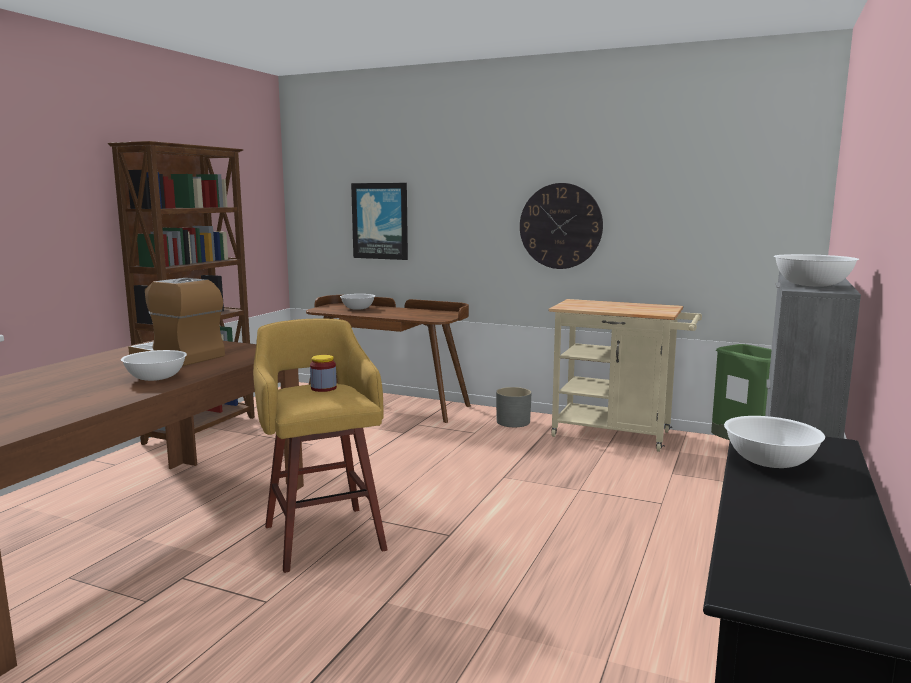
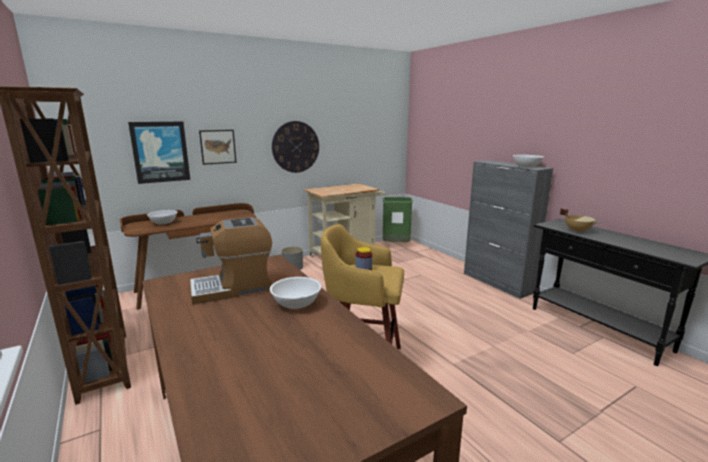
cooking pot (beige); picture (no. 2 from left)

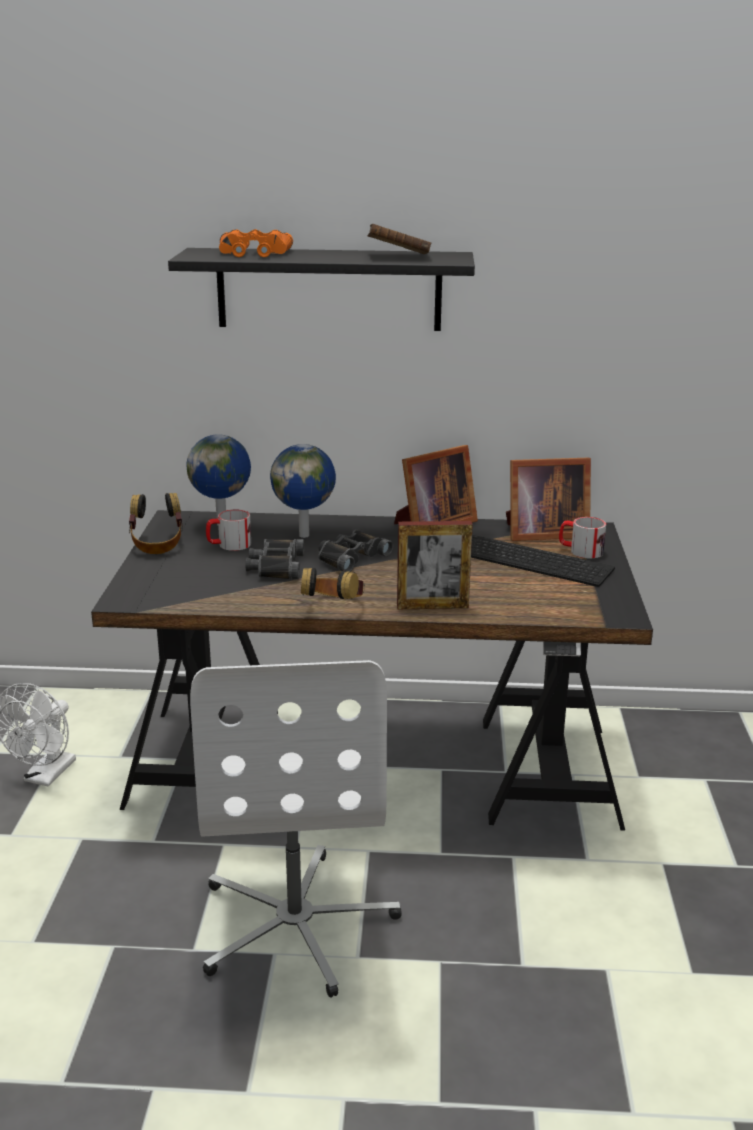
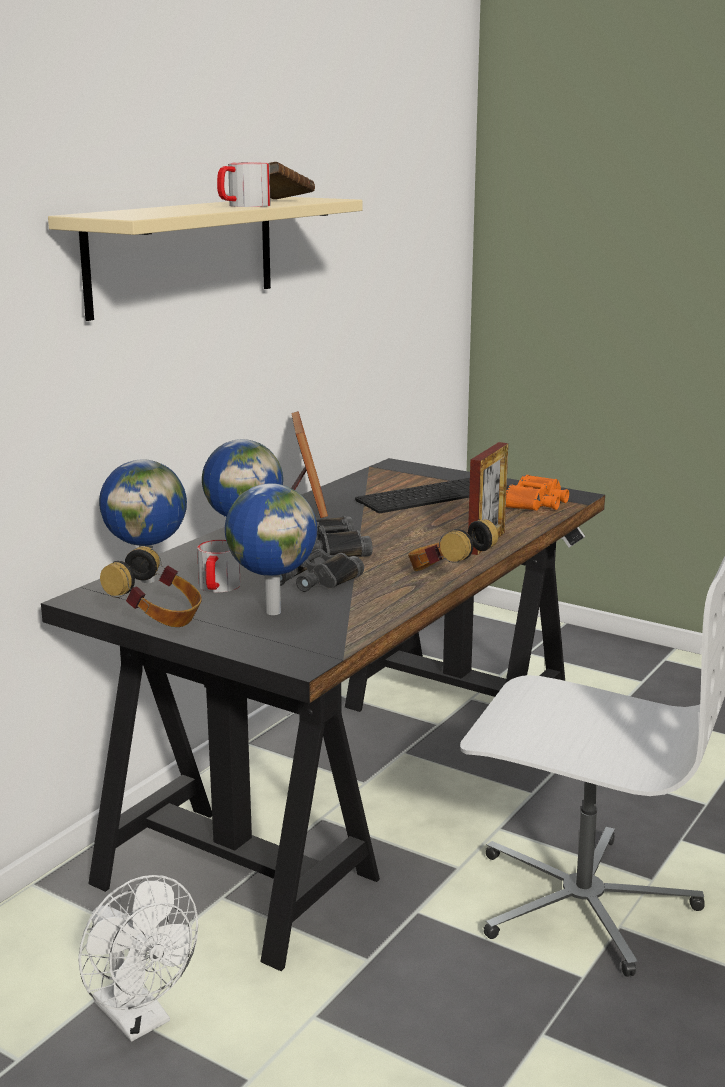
shelf (beige); binoculars (orange); picture frame (no. 3 from left in the first image); mug (no. 2 from left); globe (no. 3 from left)

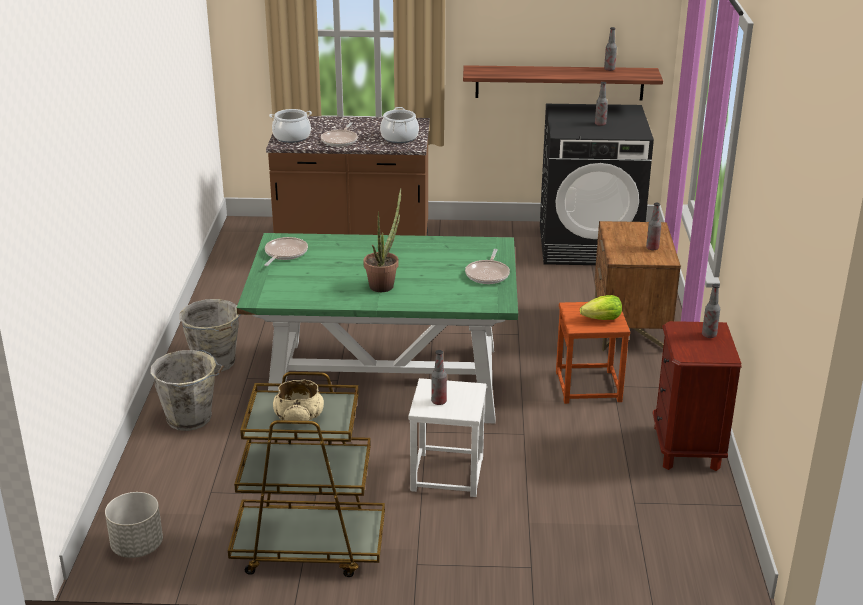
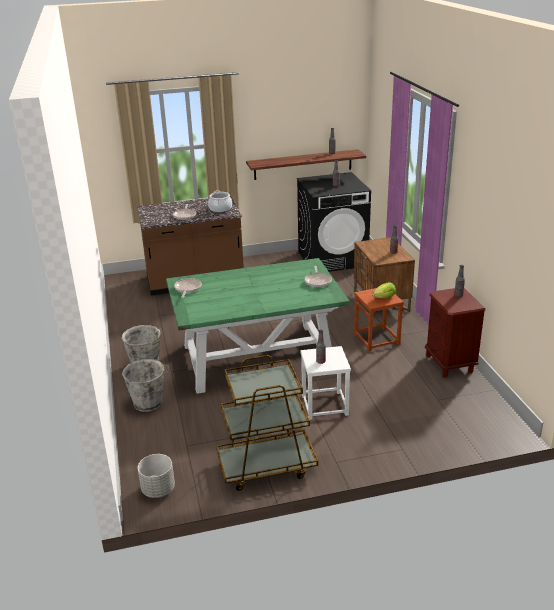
cooking pot (no. 1 from left in the first image); bowl (beige); potted plant

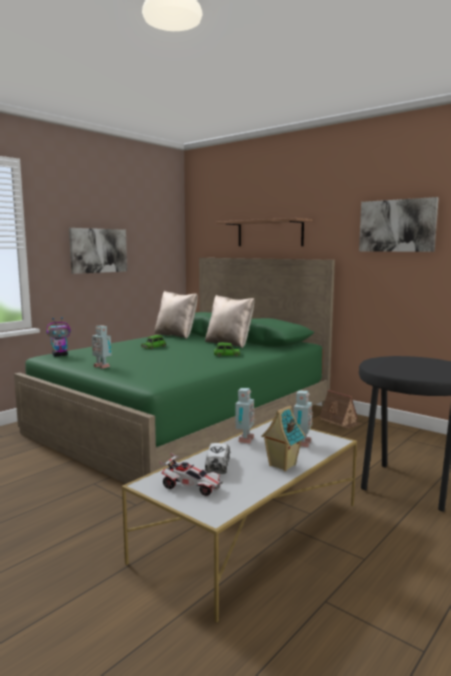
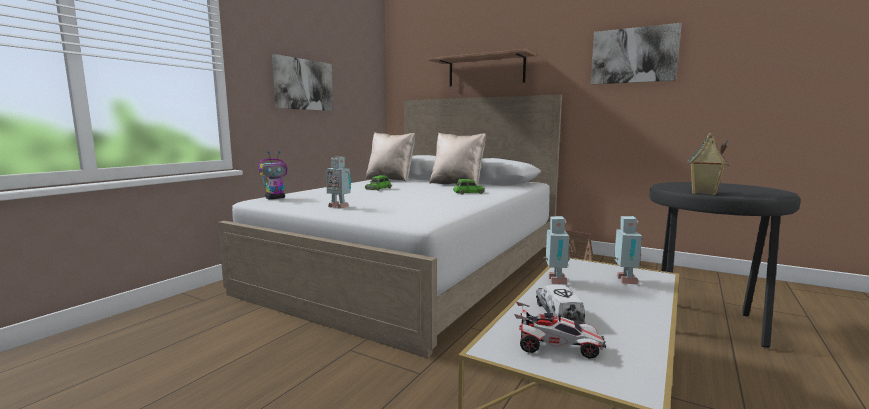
bed (white); toy house (no. 2 from left)

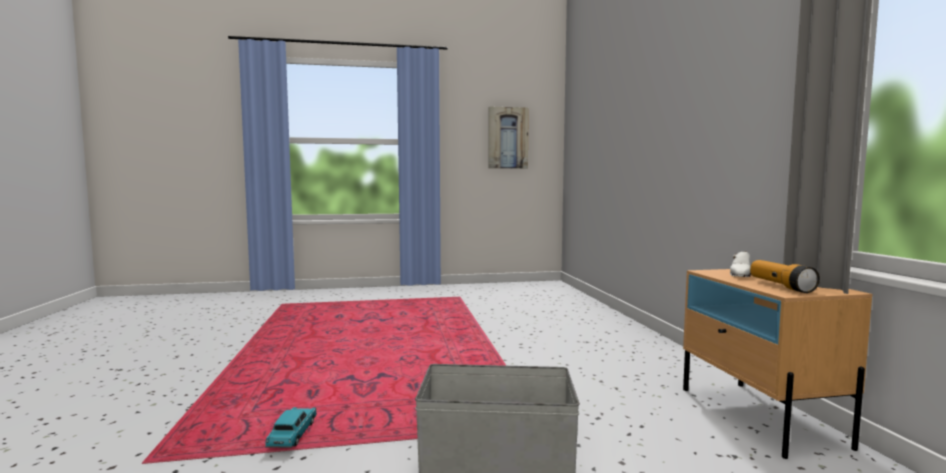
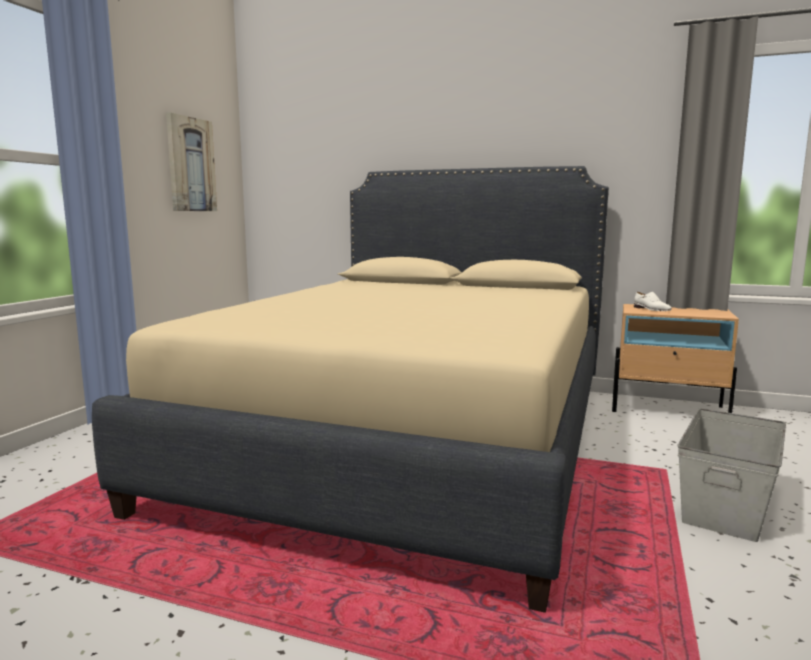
toy car (turquoise); flashlight; bed (beige)

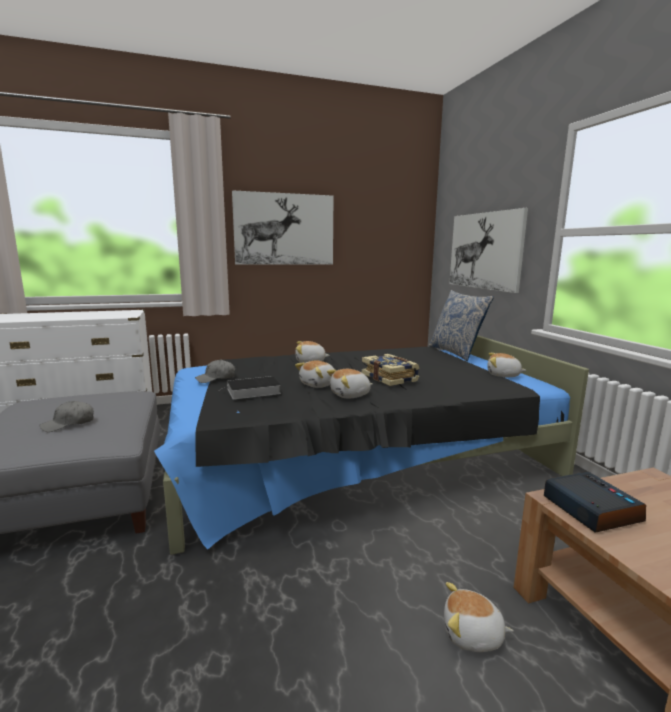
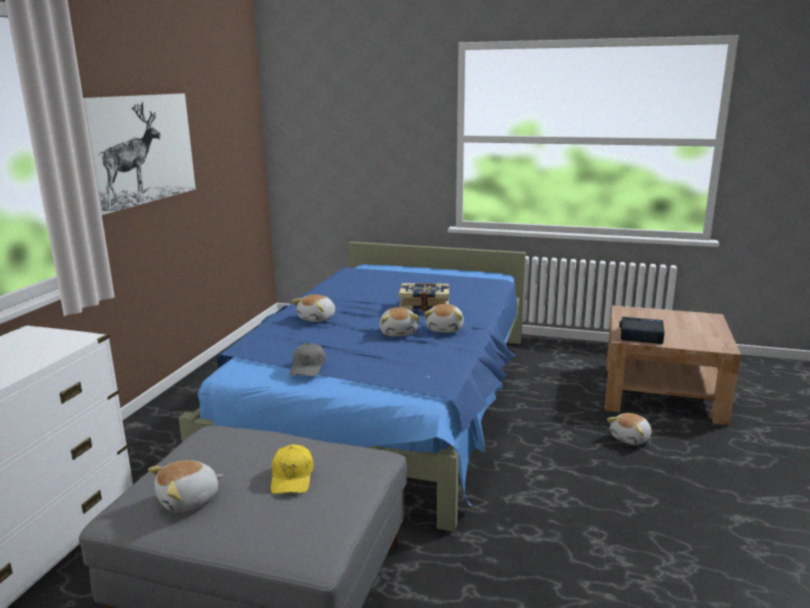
cap (yellow); bed (blue); book (no. 1 from left in the first image); pillow; picture (no. 2 from left in the first image); plush toy (no. 1 from left)

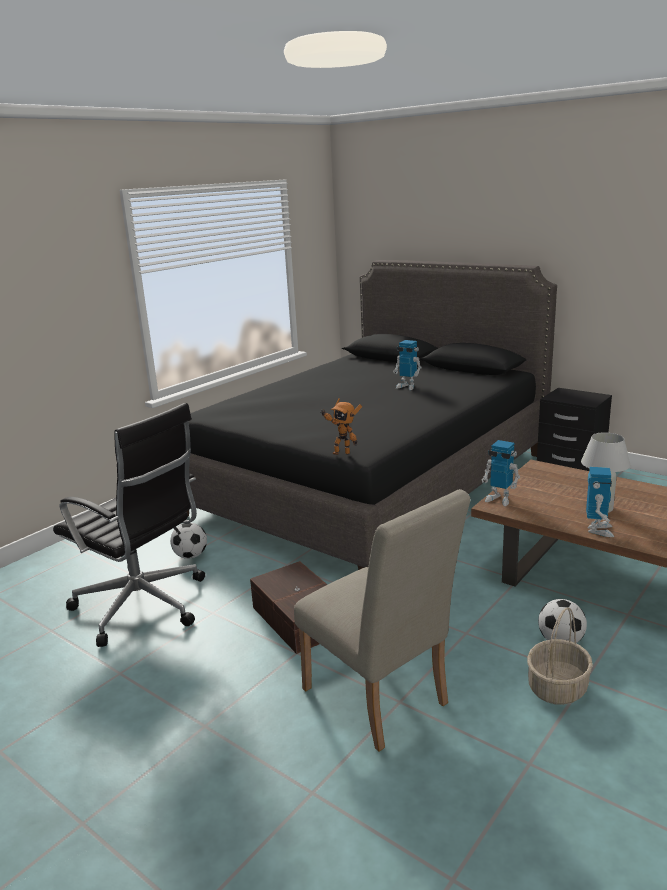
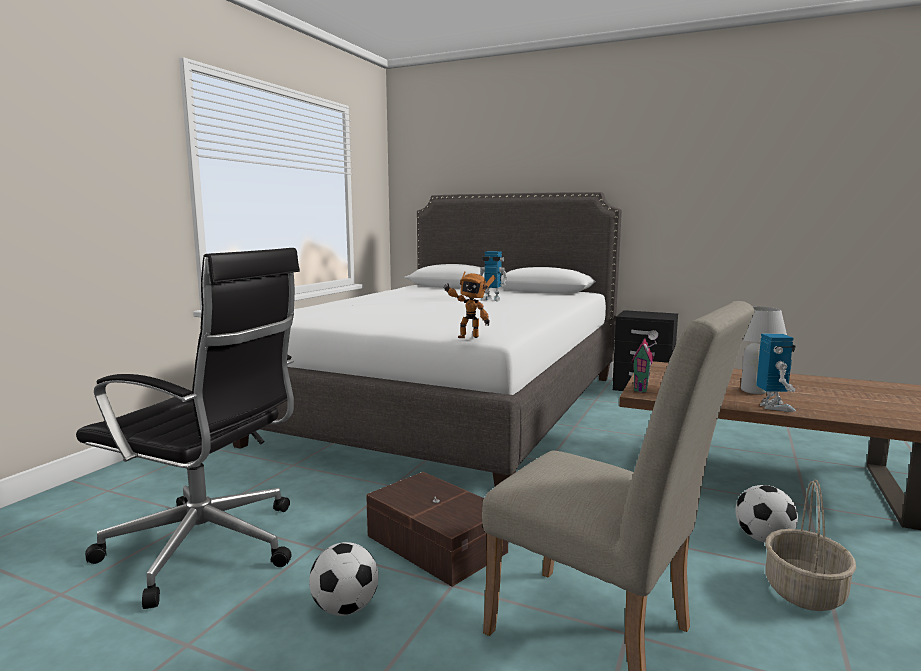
football (no. 1 from left); bed (white); toy house

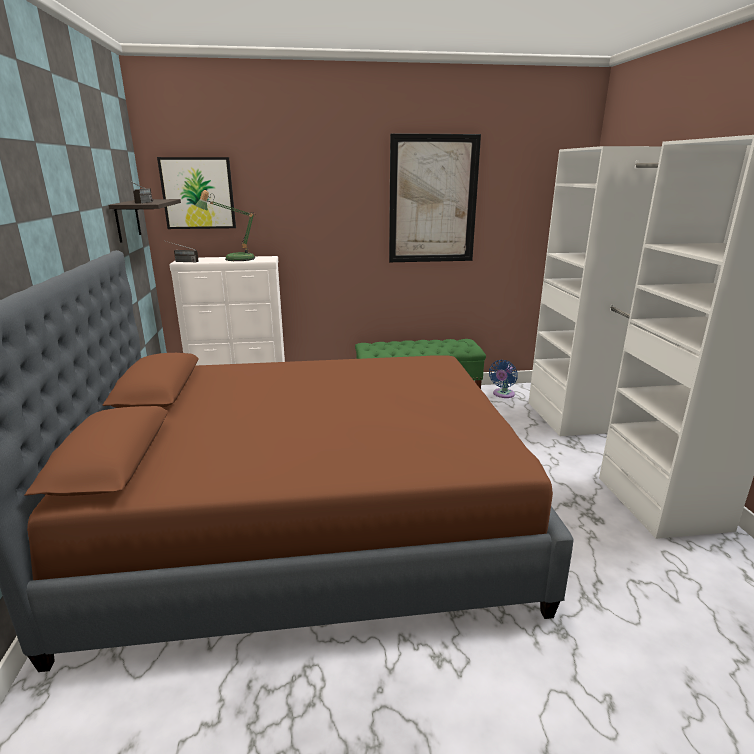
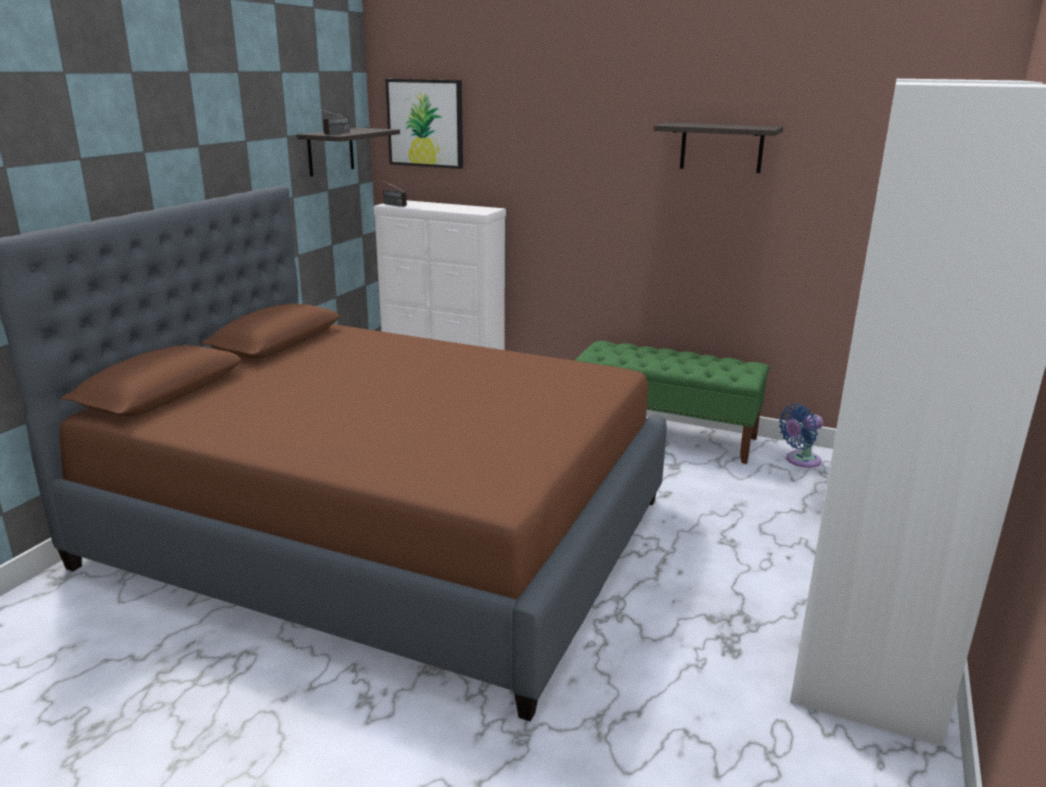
table lamp; shelf (no. 2 from left)

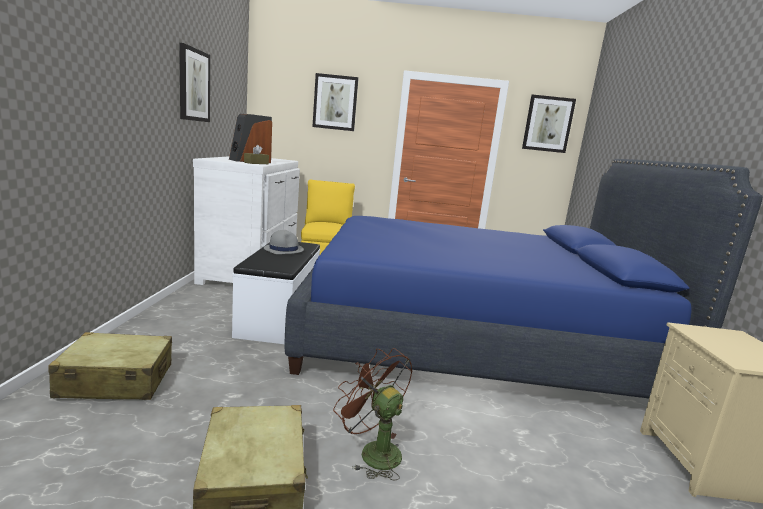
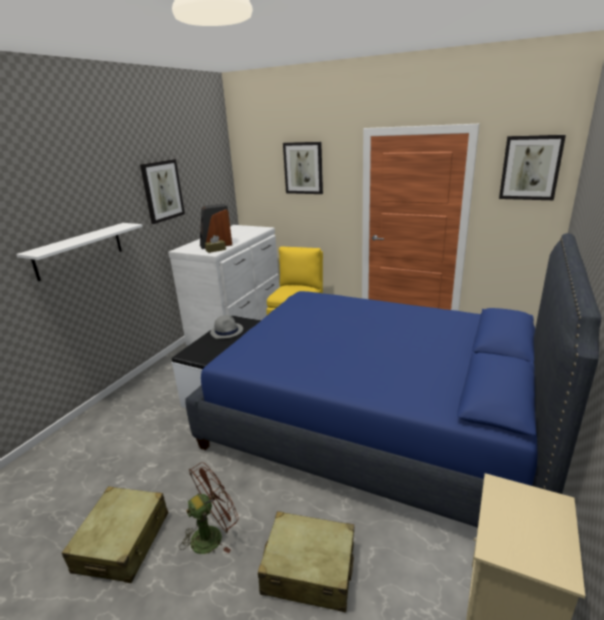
suitcase (beige) (no. 2 from left); fan (brown); shelf (white)

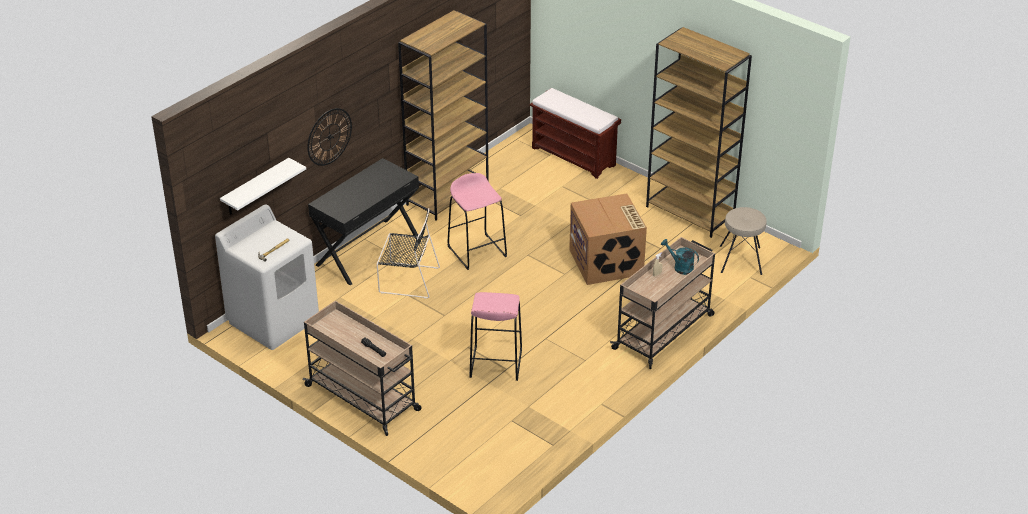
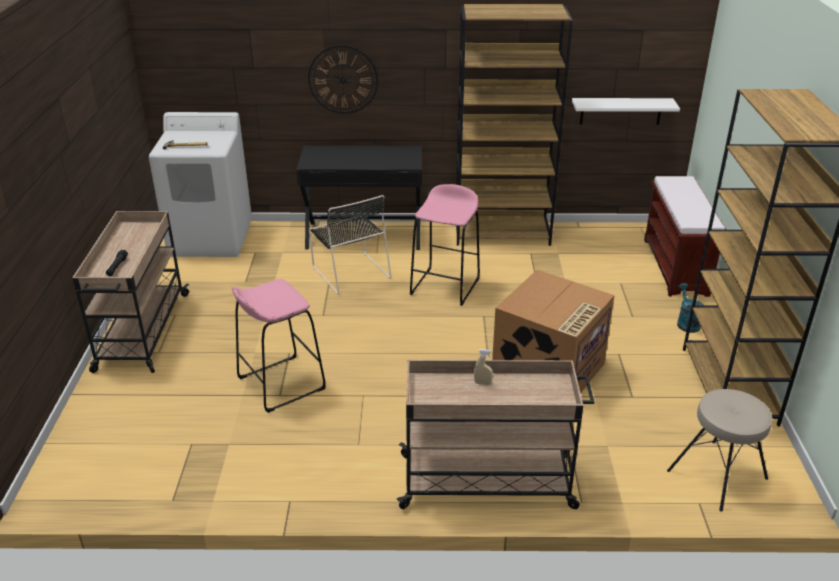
shelf (white); watering can (turquoise)

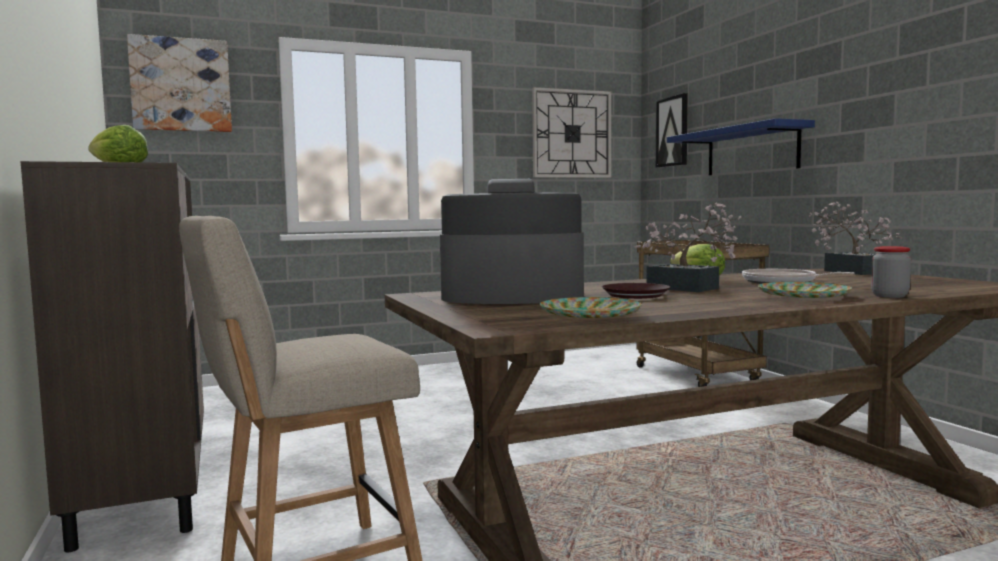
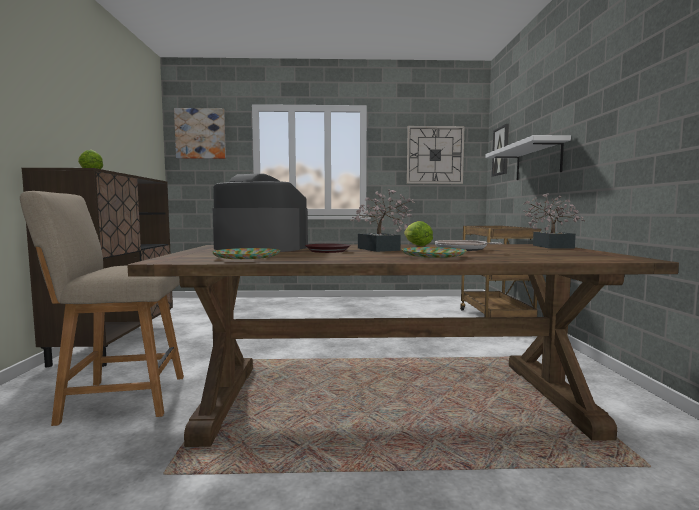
shelf (white); jar

